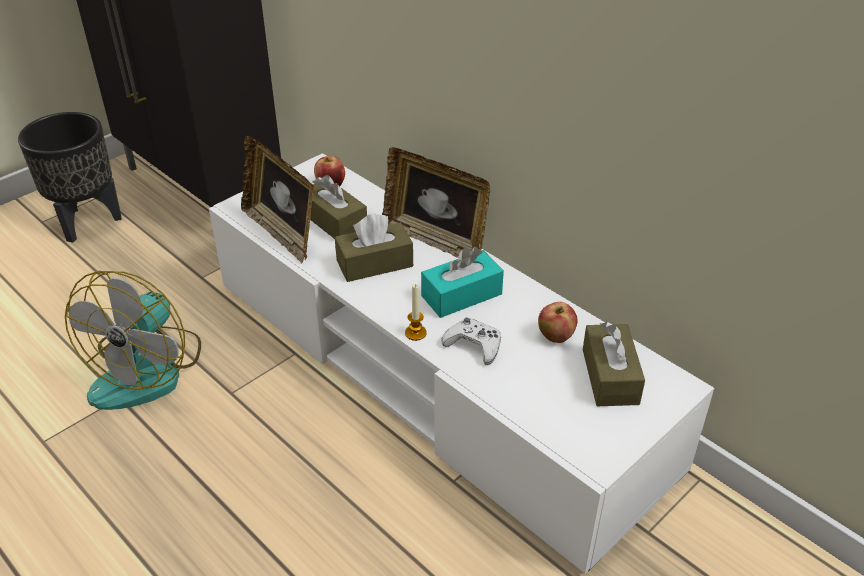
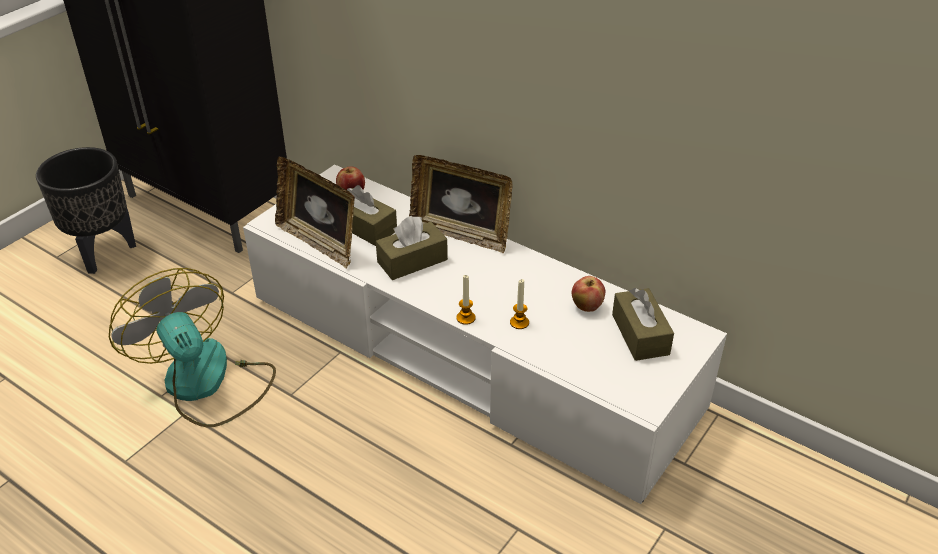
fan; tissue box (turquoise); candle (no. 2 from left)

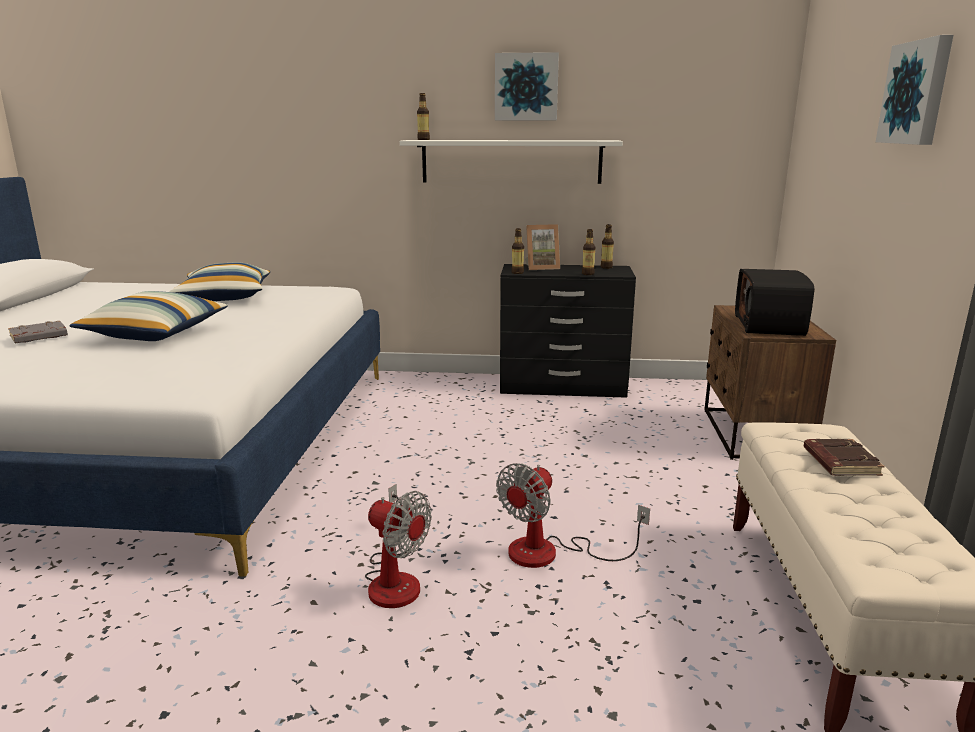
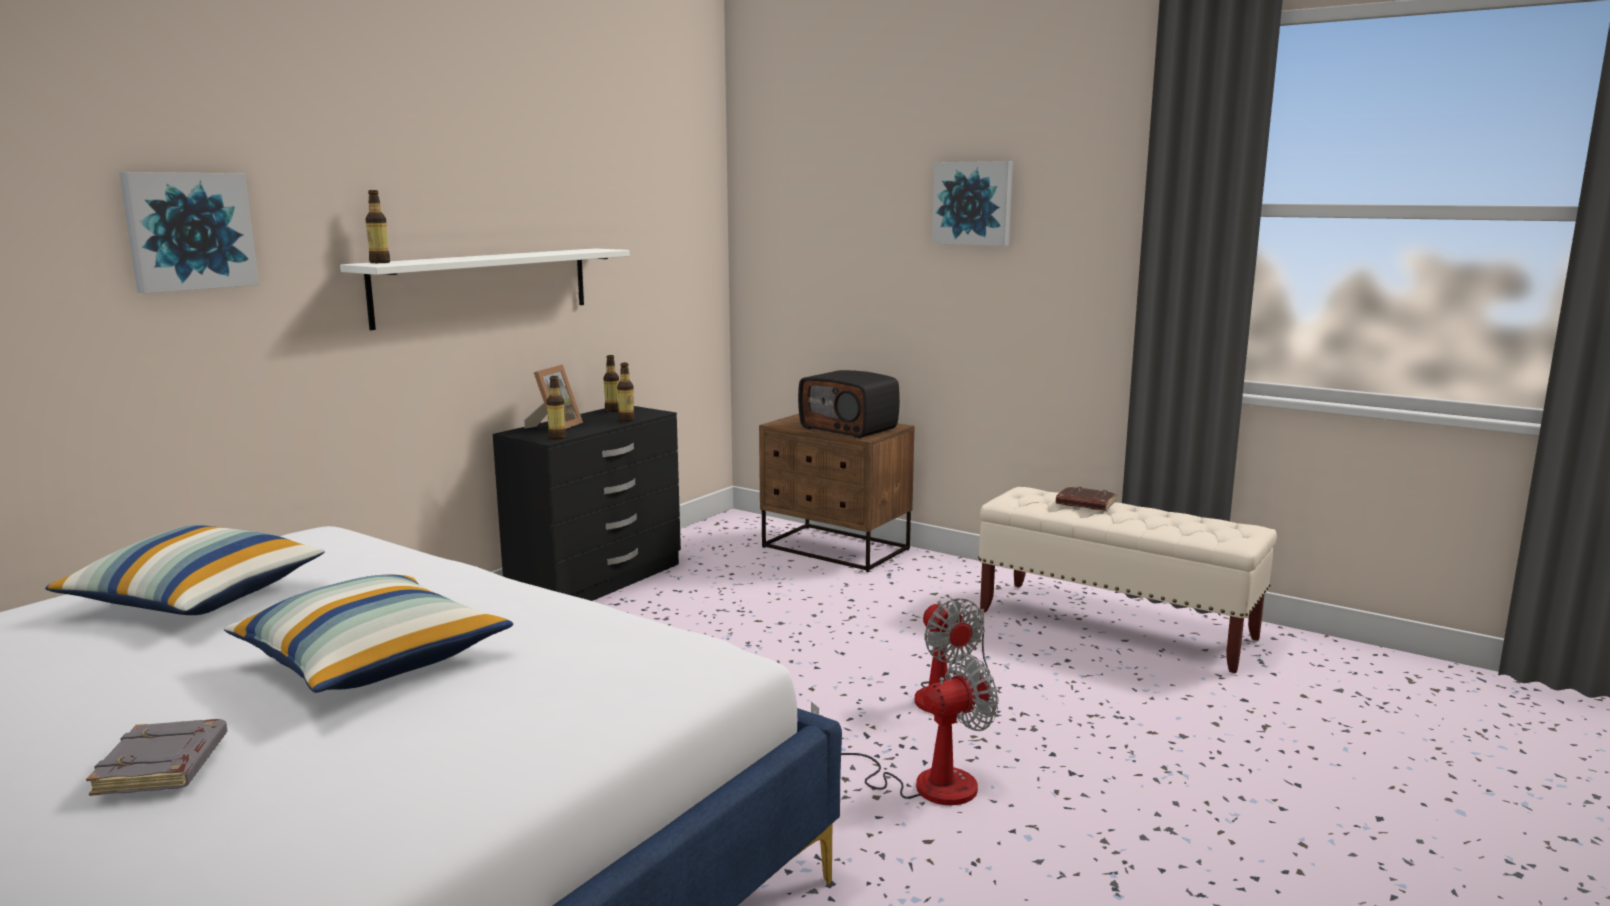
picture (no. 1 from left)

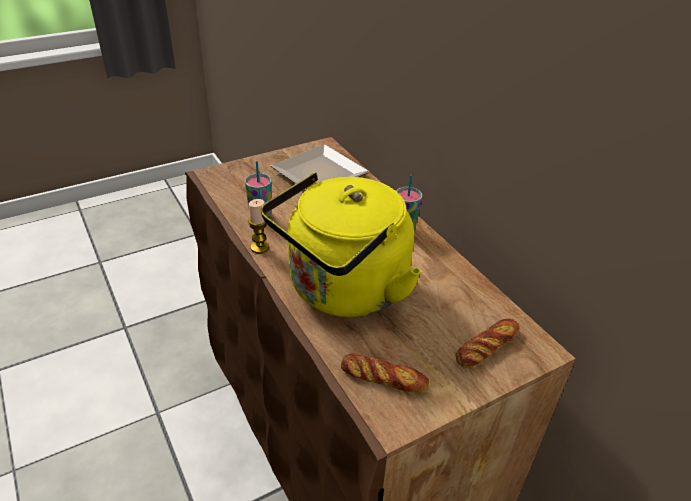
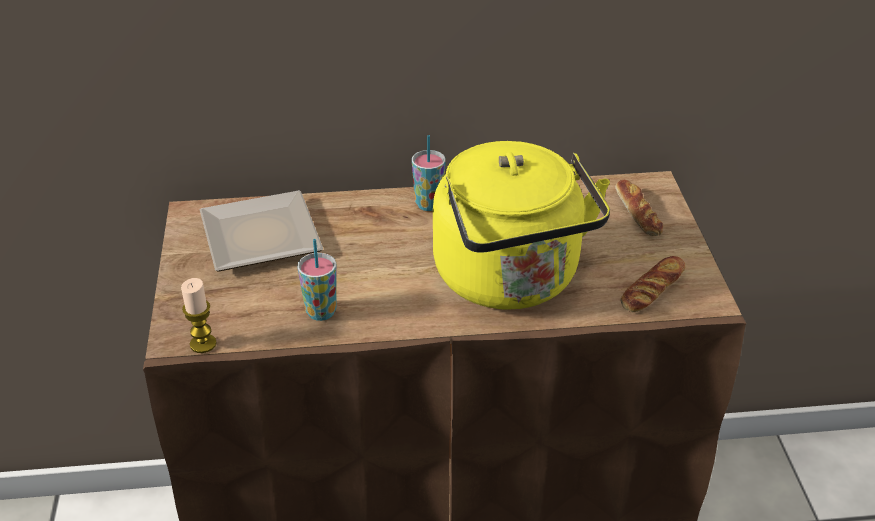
candle

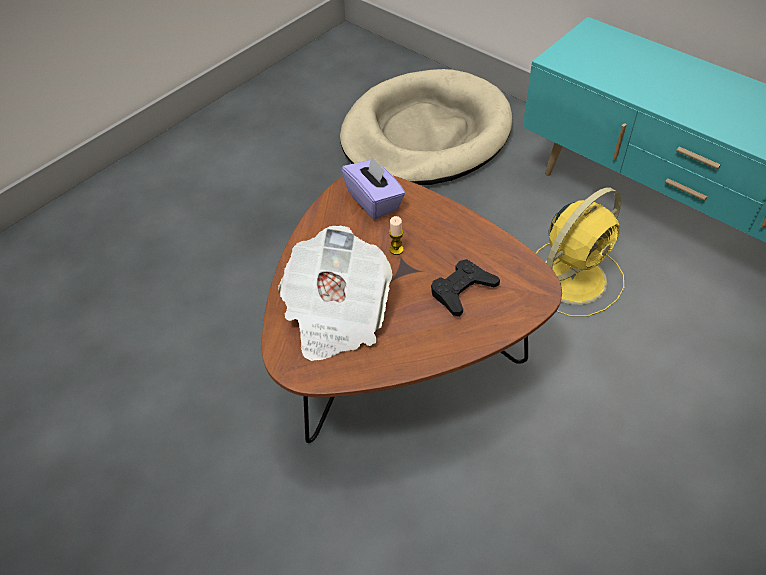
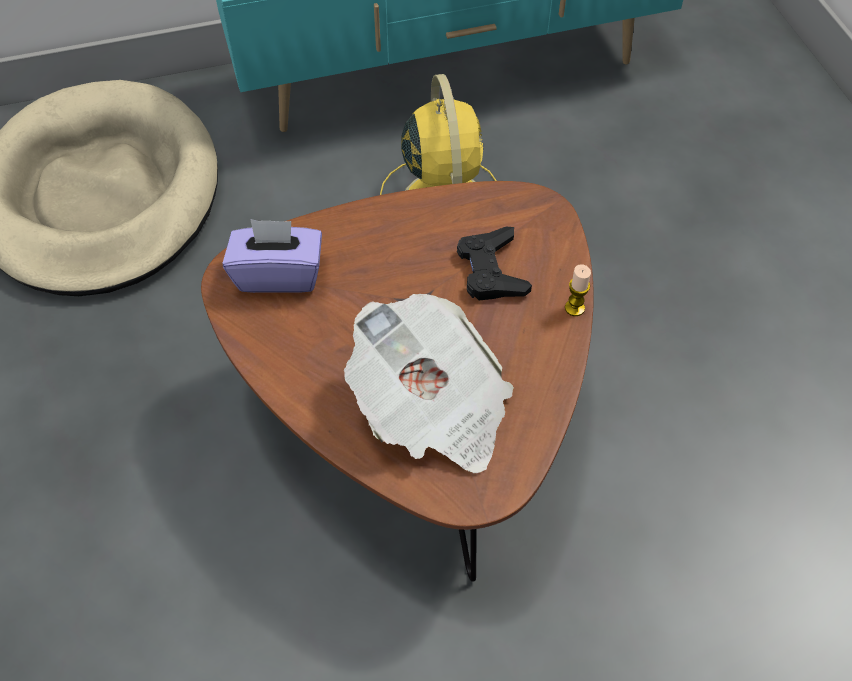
candle

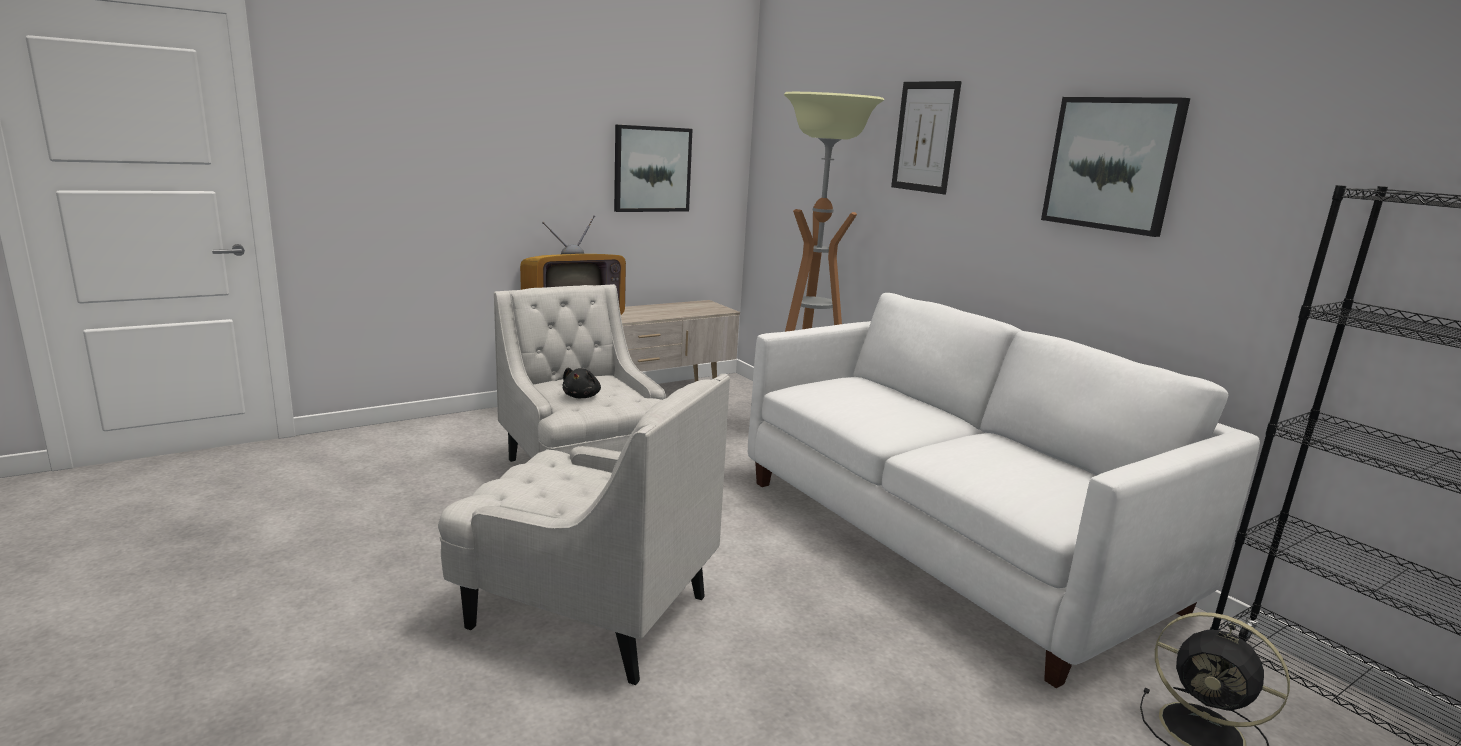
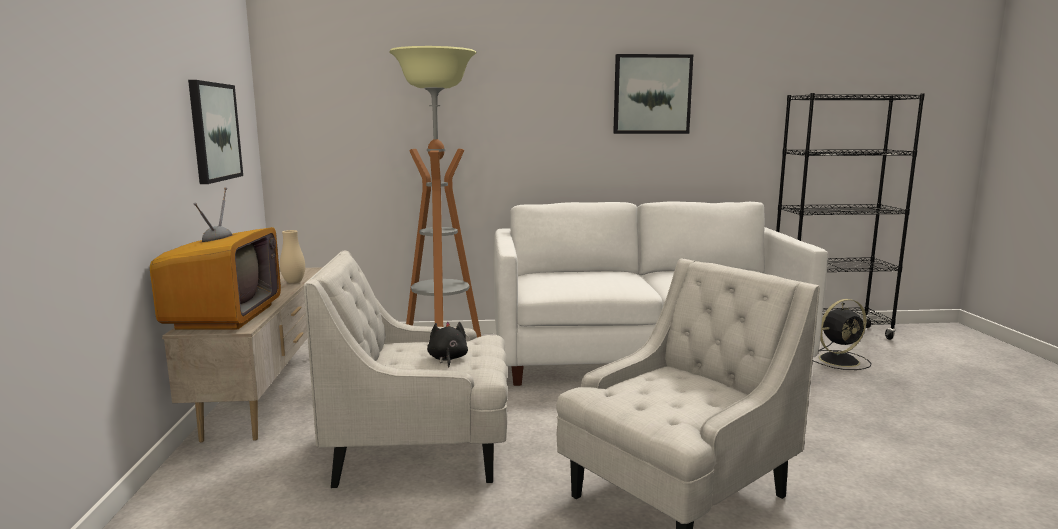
plush toy (black); picture (no. 2 from left in the first image); vase (beige)

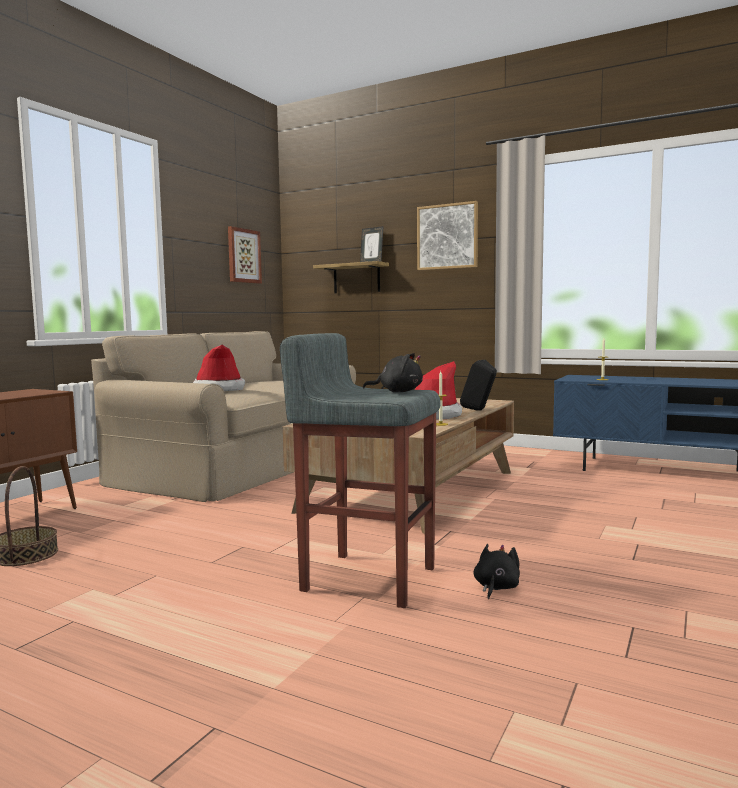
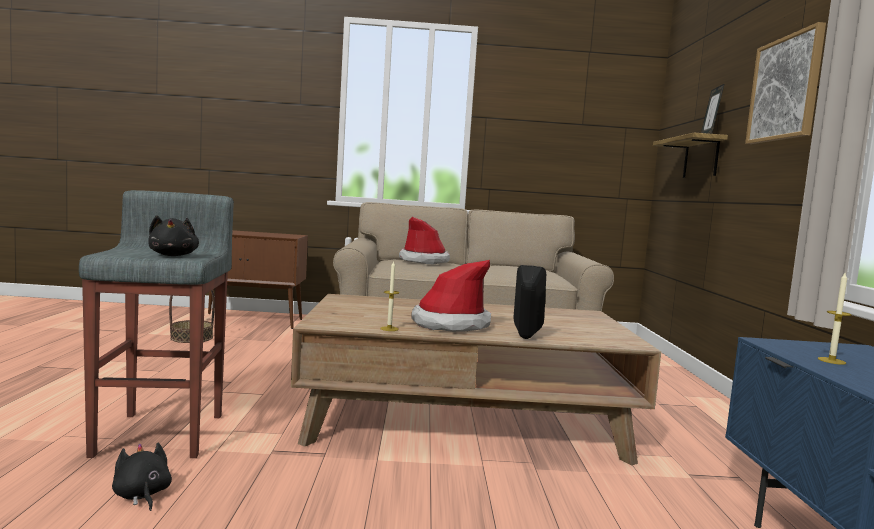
picture (no. 1 from left in the first image); plush toy (black) (no. 1 from left)

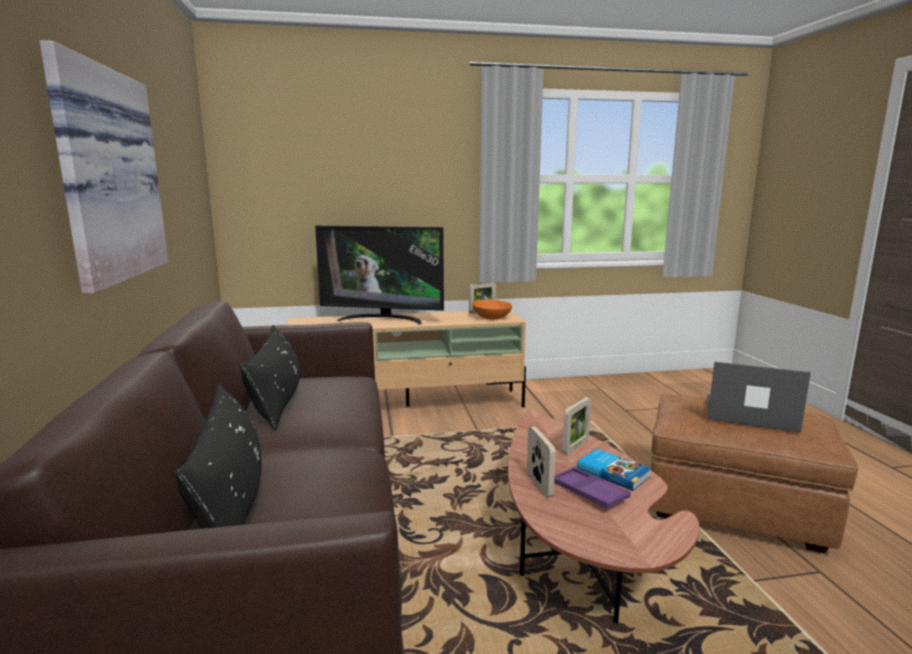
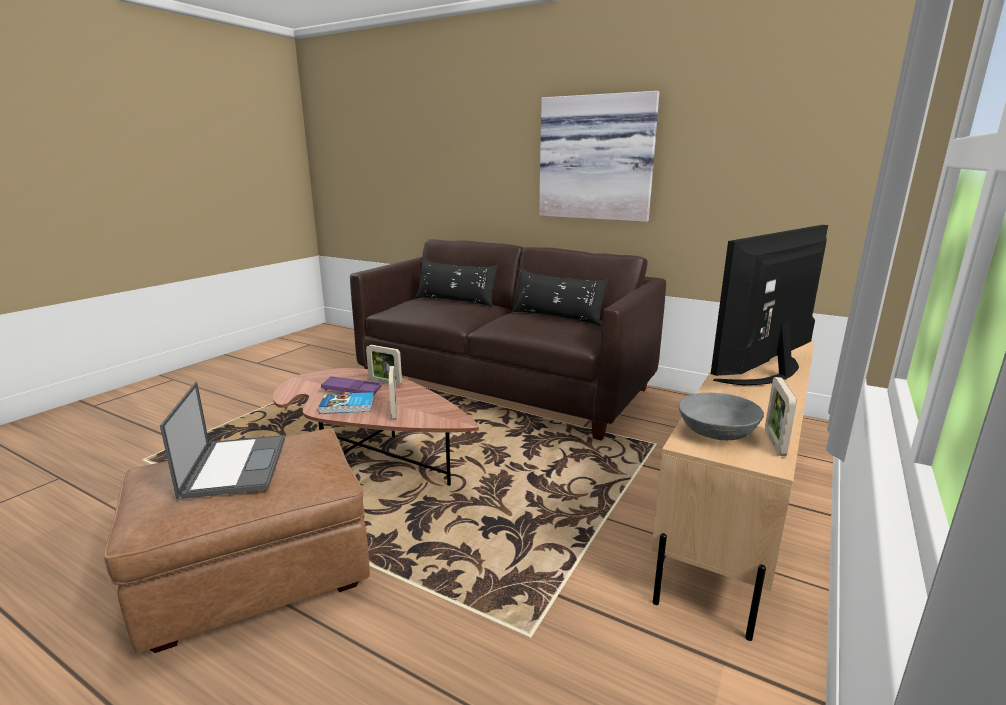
bowl (grey); laptop

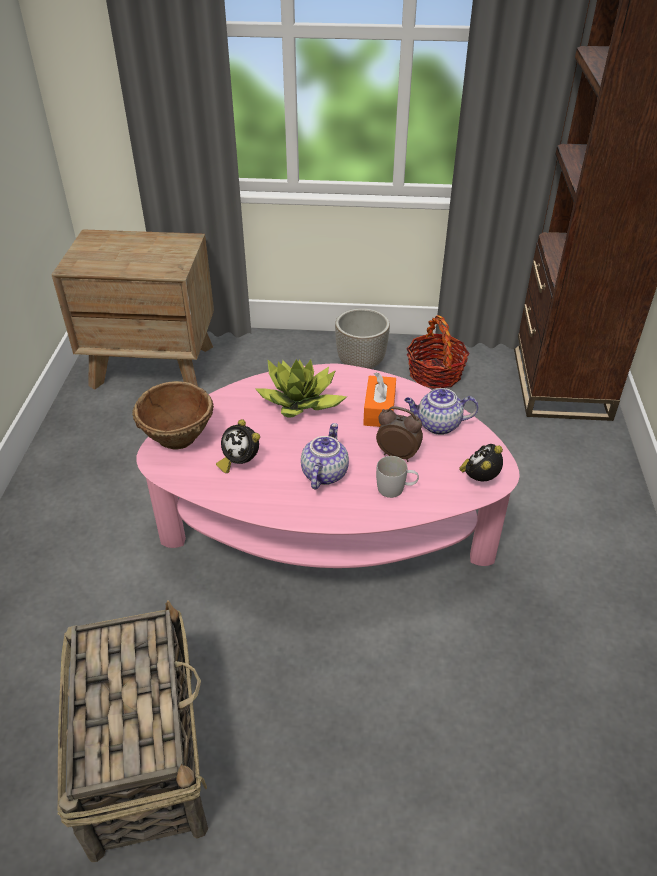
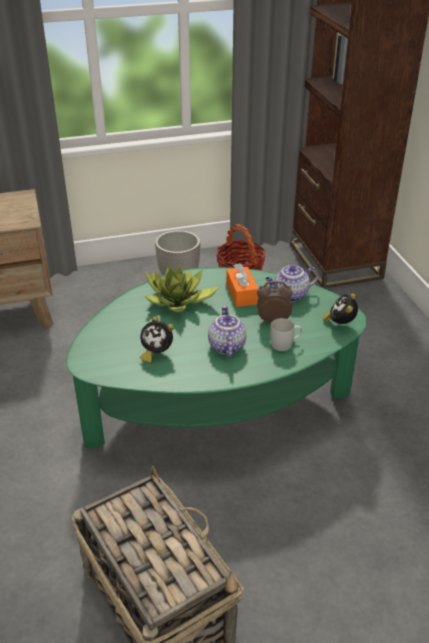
bowl (brown); coffee table (green)

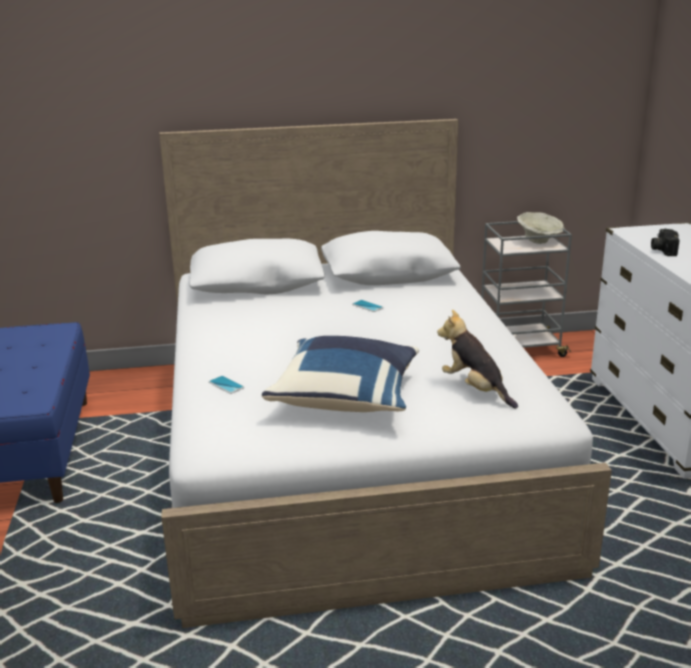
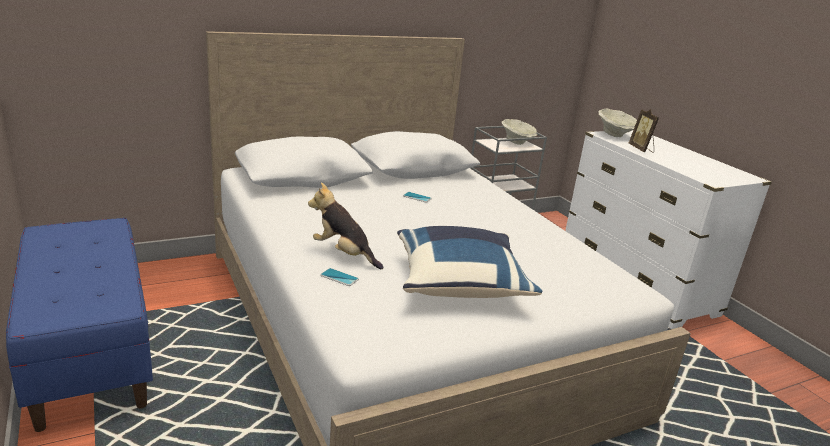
plush toy; picture frame; bowl (beige) (no. 2 from left)

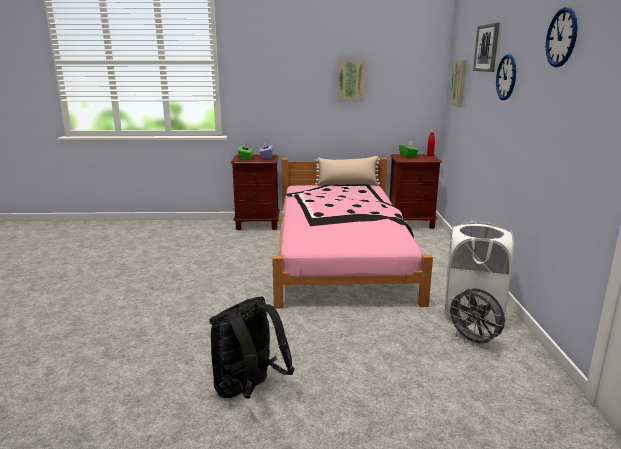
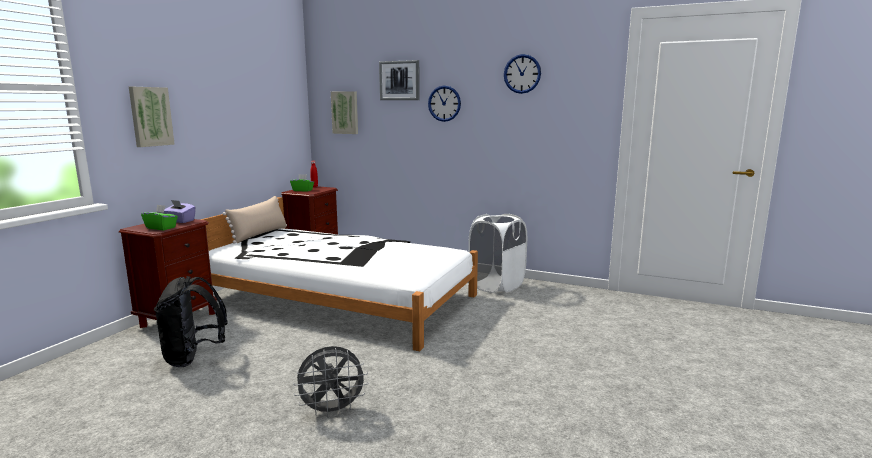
backpack (black); bed (white); picture (no. 1 from left); fan (grey)

